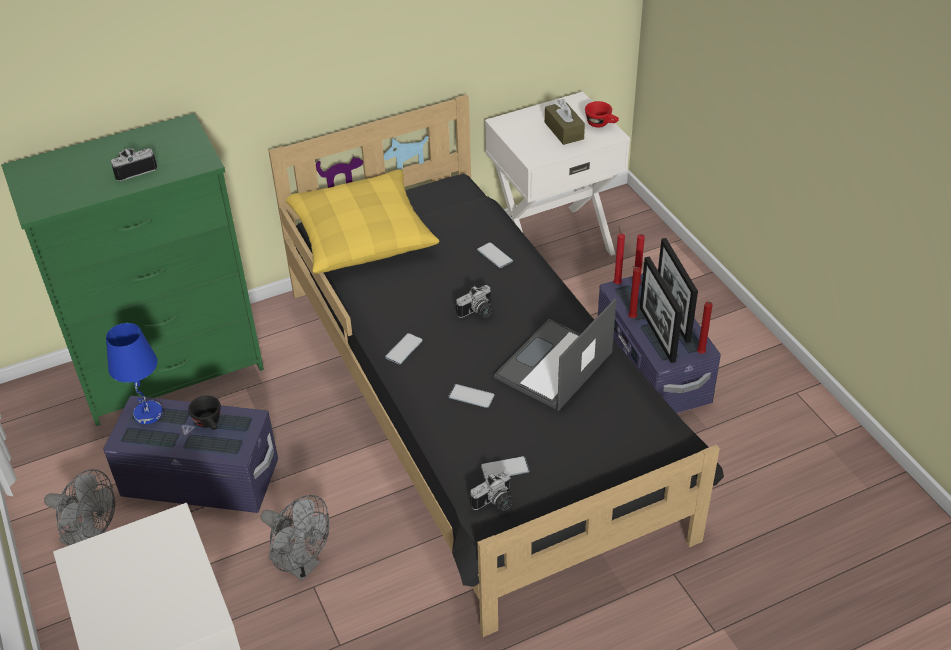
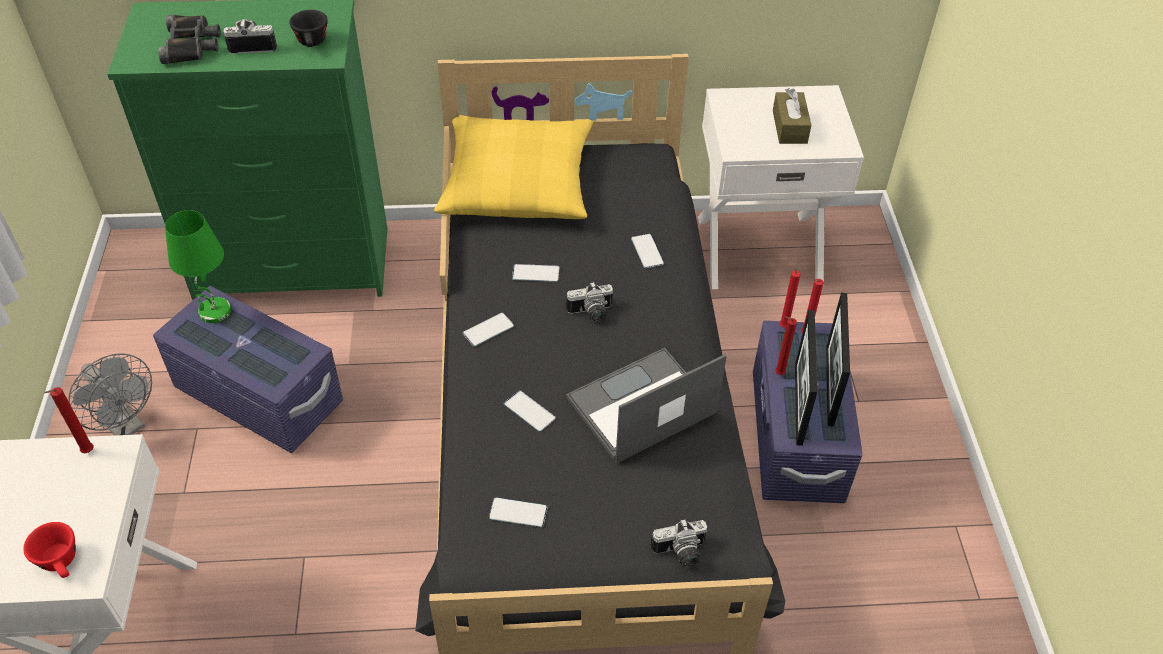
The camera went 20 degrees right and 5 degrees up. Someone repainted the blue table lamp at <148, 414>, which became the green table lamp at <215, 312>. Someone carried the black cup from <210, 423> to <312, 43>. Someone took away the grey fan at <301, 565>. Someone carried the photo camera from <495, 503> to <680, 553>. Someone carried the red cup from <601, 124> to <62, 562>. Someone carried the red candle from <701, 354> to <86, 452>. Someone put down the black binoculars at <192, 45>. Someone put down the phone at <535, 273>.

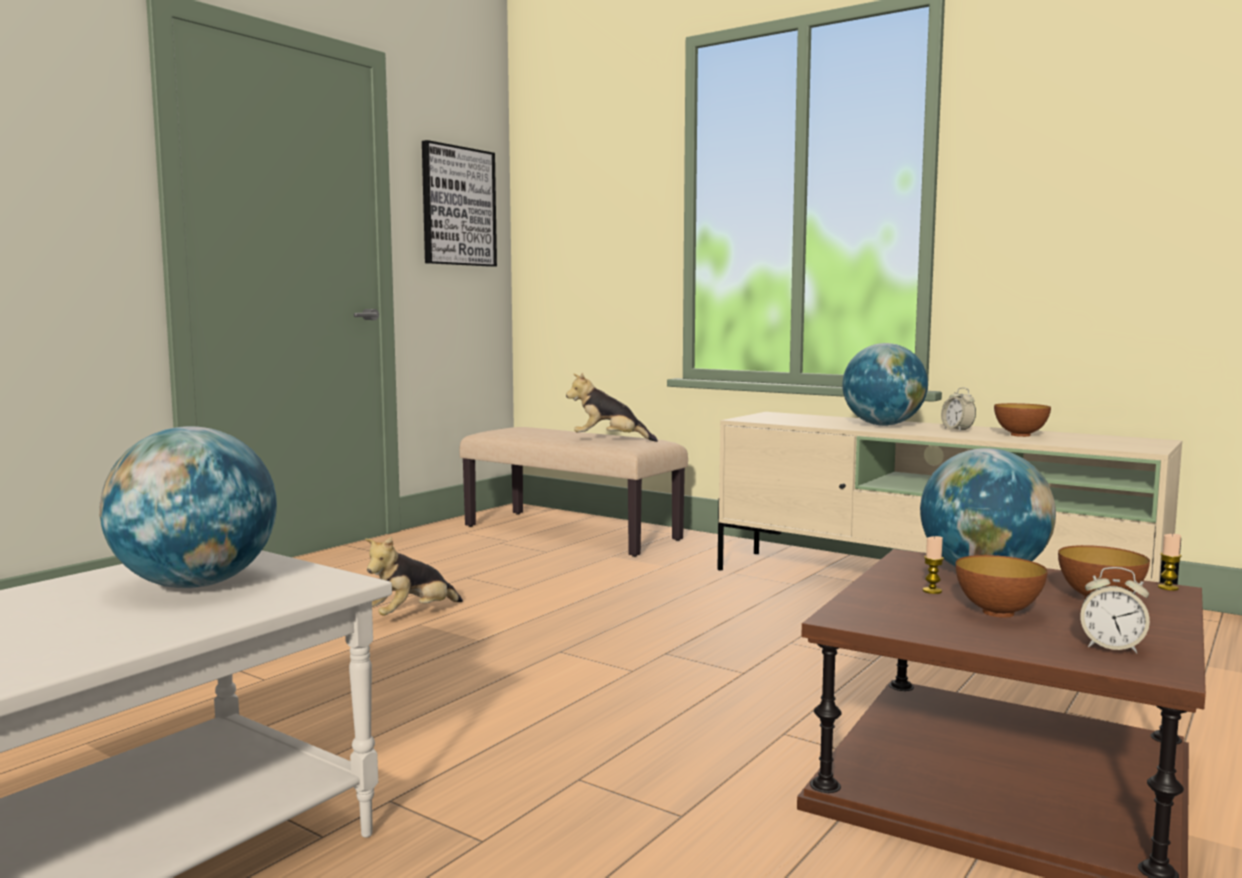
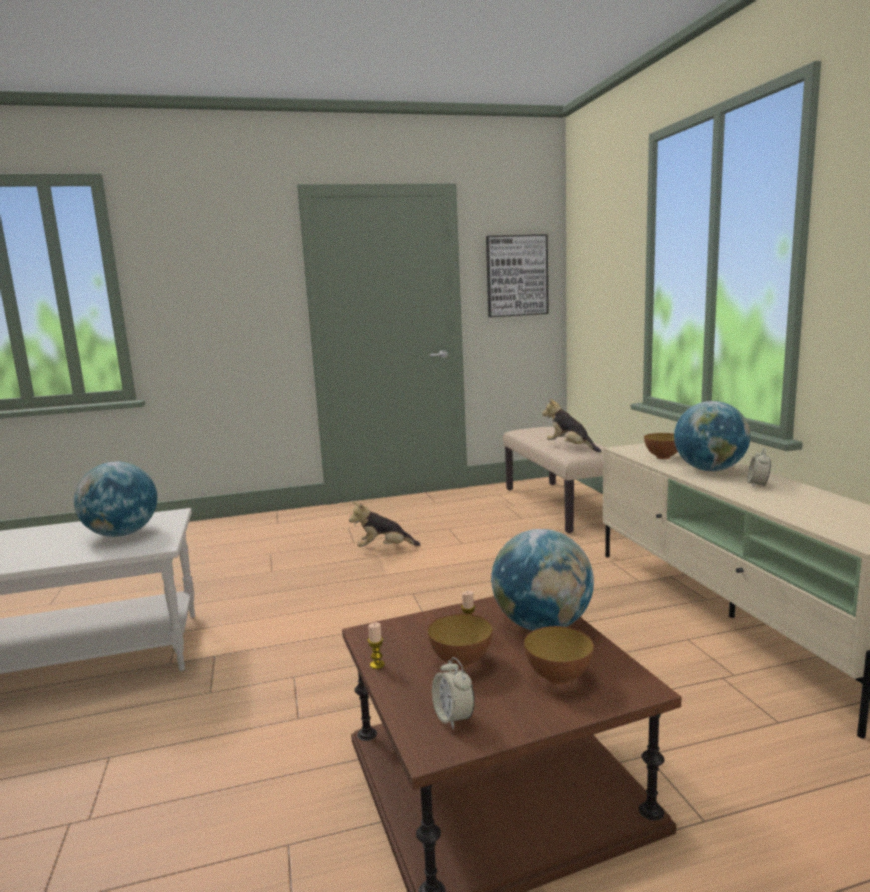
The camera went 40 degrees right and 5 degrees up. Someone carried the bowl from <1020, 435> to <663, 457>. Someone carried the candle from <1168, 587> to <377, 665>.

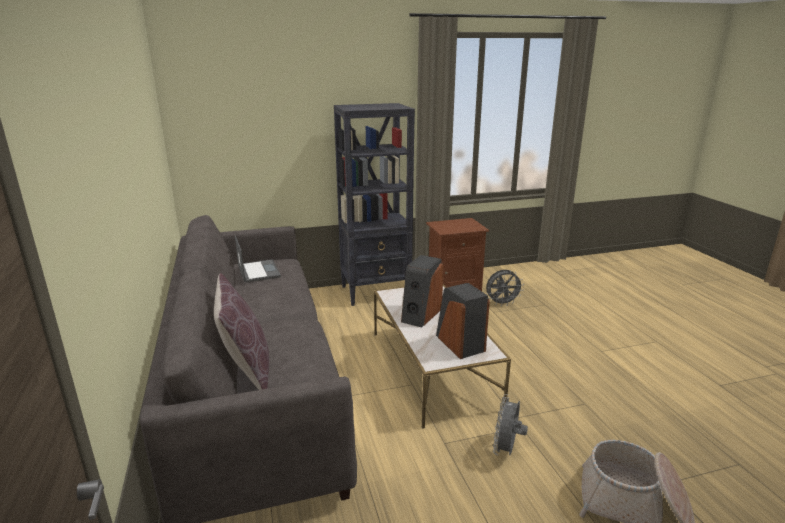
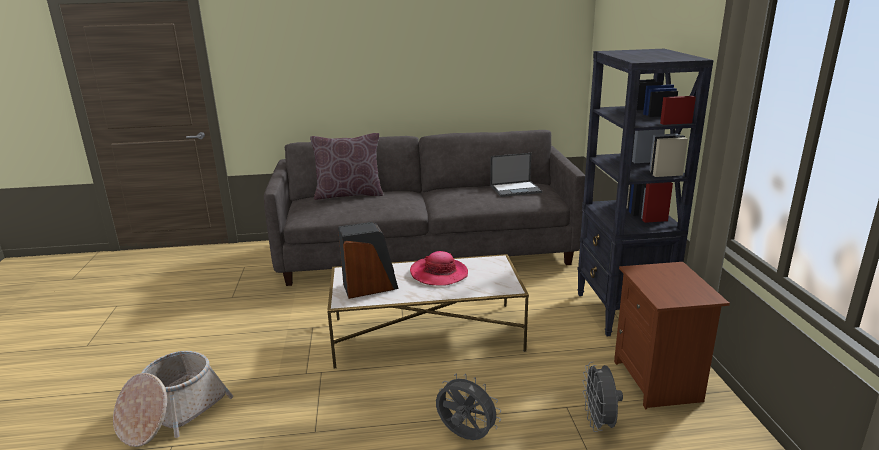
The camera went 100 degrees right and 0 degrees up. Someone swapped the speaker at <421, 315> for the hat at <439, 273>. Someone carried the grey fan from <506, 450> to <465, 437>.

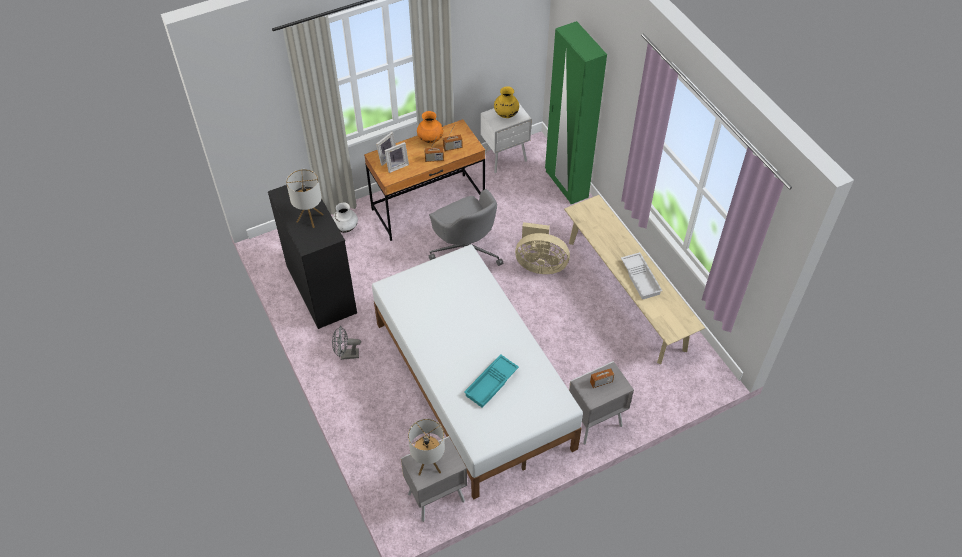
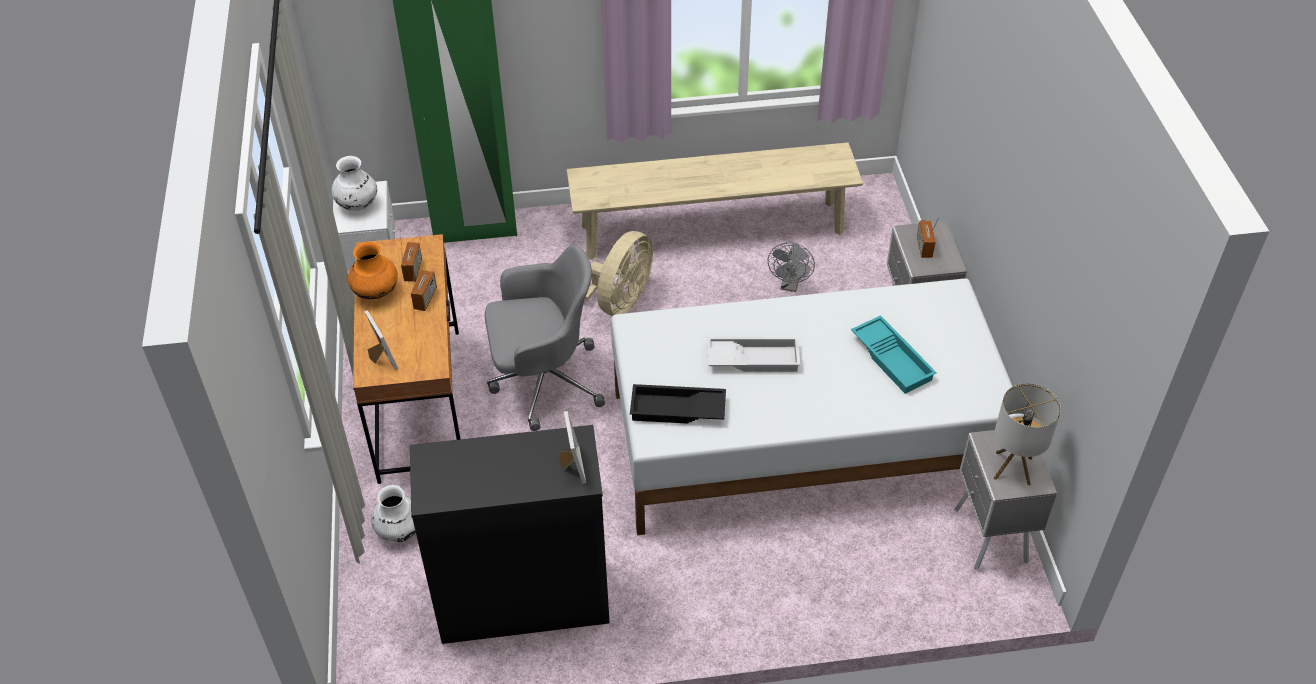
The camera went 70 degrees left and 5 degrees down. Someone took away the table lamp at <310, 218>. Someone carried the grey fan from <346, 355> to <790, 285>. Someone carried the picture frame from <396, 166> to <571, 466>. Someone repainted the yellow vase at <506, 114>, which became the white vase at <357, 205>. Someone carried the white tray from <641, 278> to <753, 358>. Someone put down the black tray at <677, 410>.

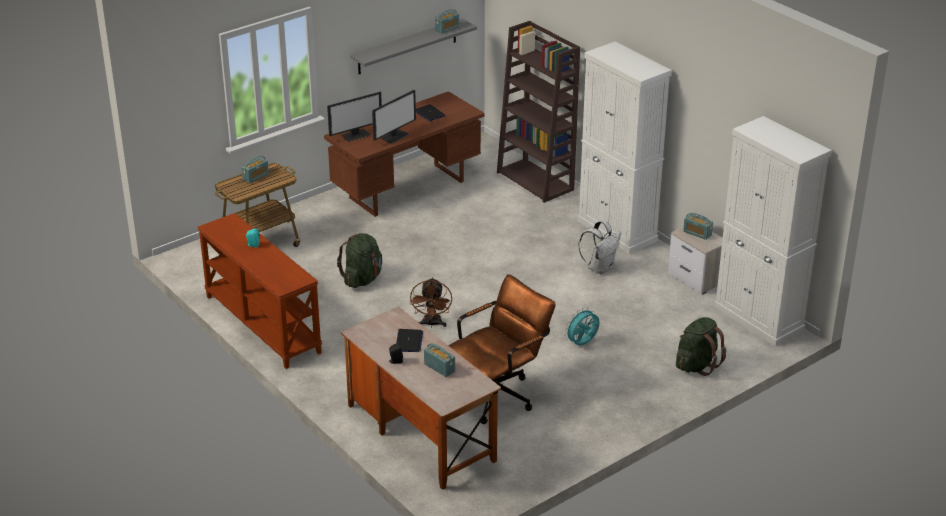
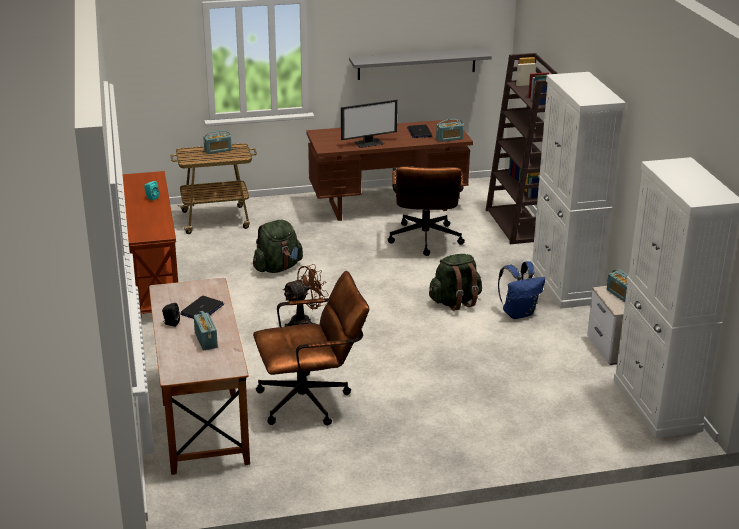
The camera went 25 degrees right and 5 degrees down. Someone took away the monitor at <356, 135>. Someone rotated the brown fan at <431, 324> by 150 degrees counterclockwise. Someone carried the radio from <447, 29> to <449, 138>. Someone took away the turquoise fan at <582, 344>. Someone repainted the white backpack at <600, 267>, which became the blue backpack at <518, 313>. Someone carried the green backpack from <697, 365> to <455, 302>. Someone put down the brown office chair at <425, 242>.

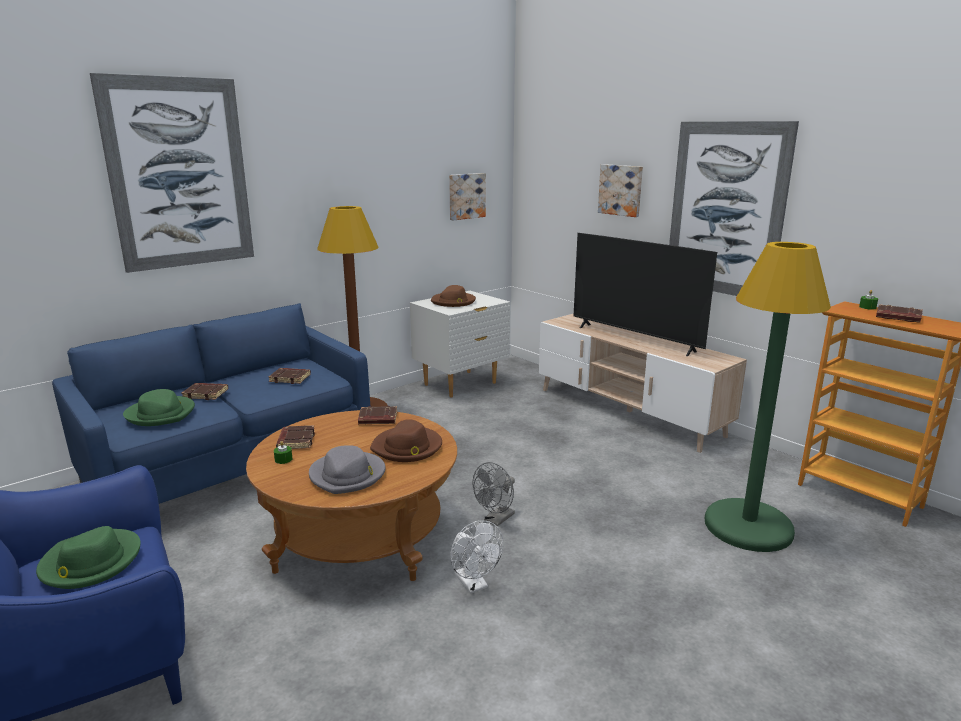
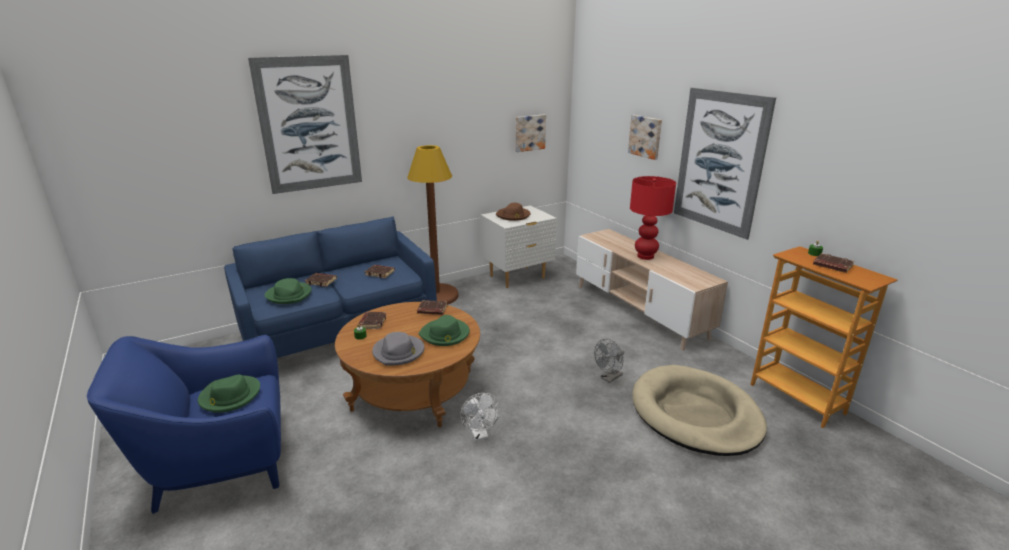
The camera went 10 degrees right and 5 degrees up. Someone repainted the brown hat at <407, 447>, which became the green hat at <445, 334>. Someone carried the grey fan from <496, 520> to <609, 378>. Someone swapped the television at <634, 339> for the red table lamp at <645, 256>. Someone swapped the green floor lamp at <748, 526> for the beige dog bed at <695, 414>.

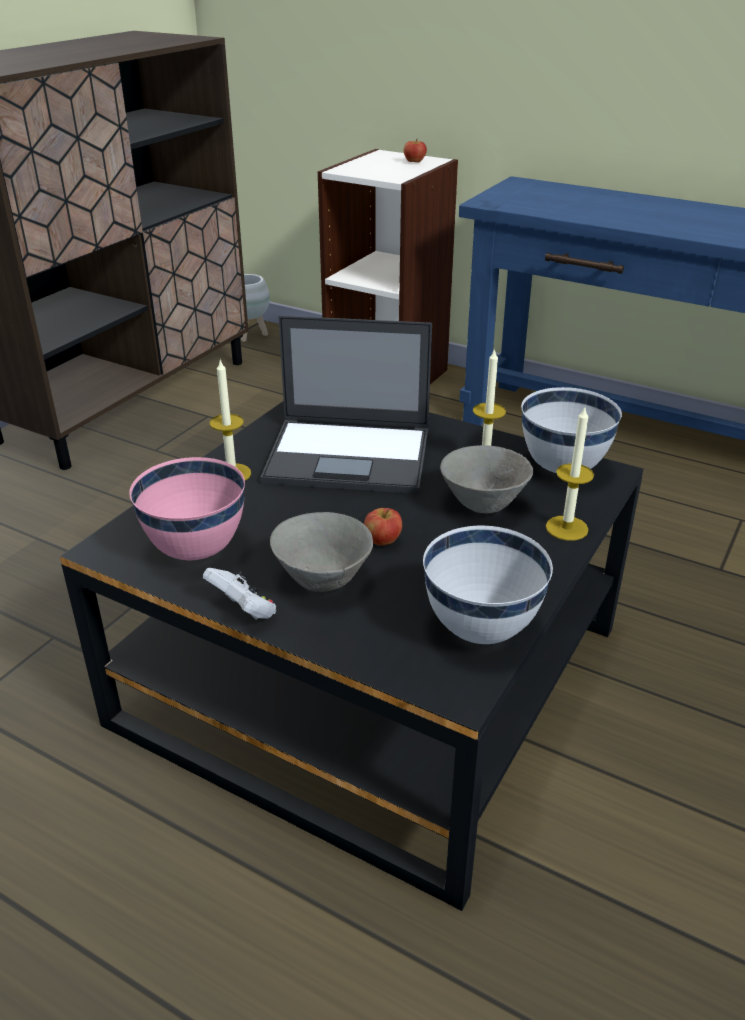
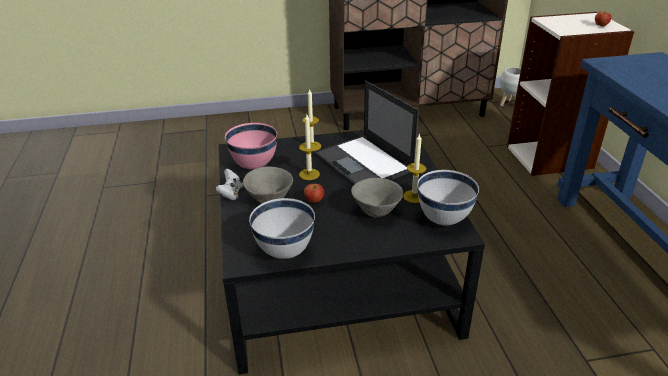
The camera went 50 degrees right and 0 degrees up. Someone carried the candle from <566, 528> to <309, 174>.

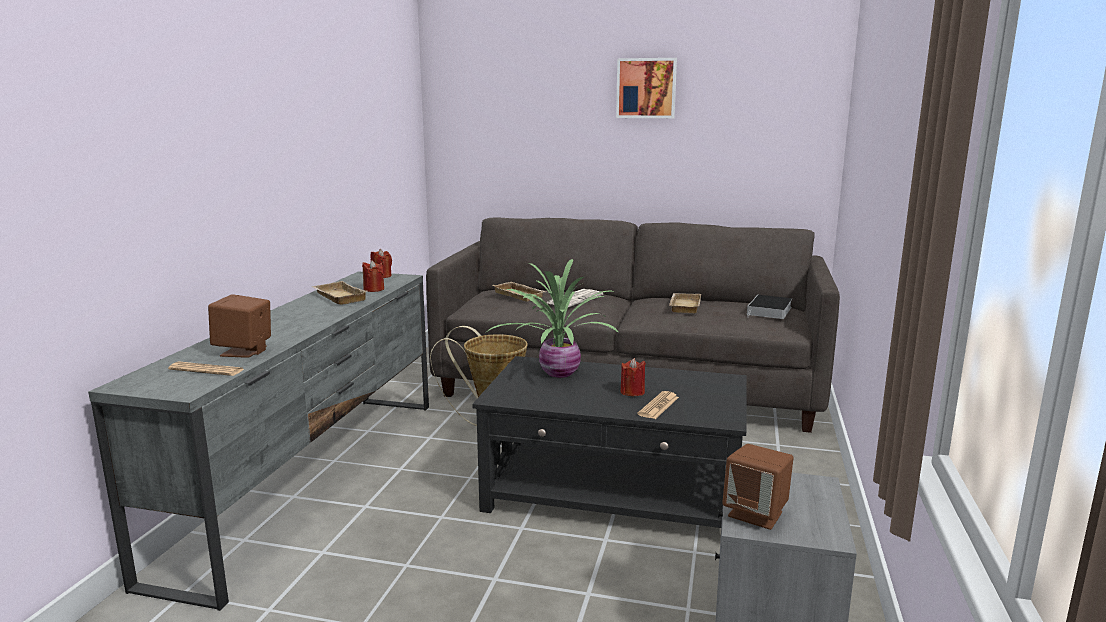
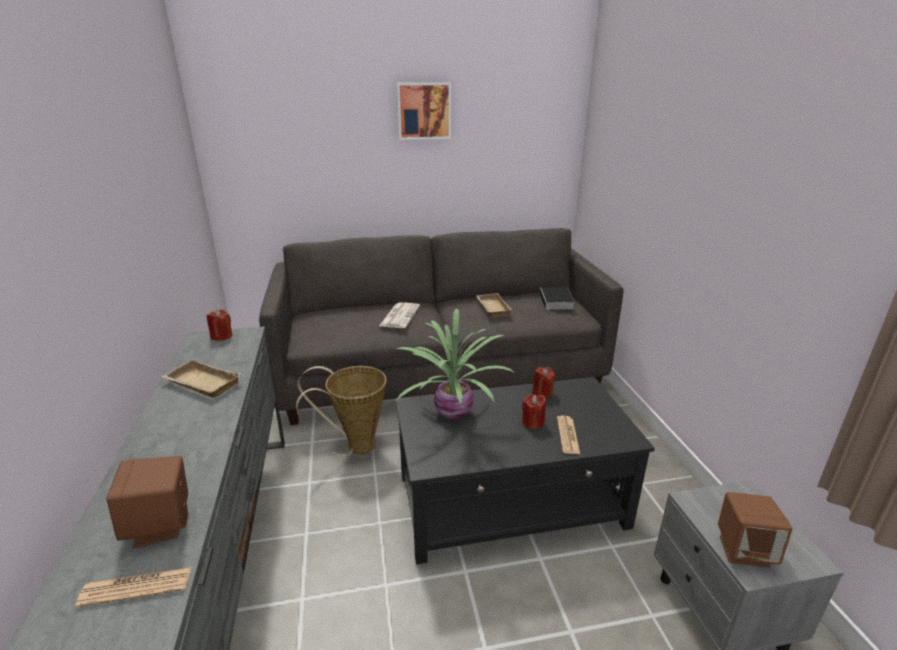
The camera went 25 degrees left and 10 degrees up. Someone carried the red candle from <374, 289> to <542, 392>. Someone took away the beige tray at <520, 295>.

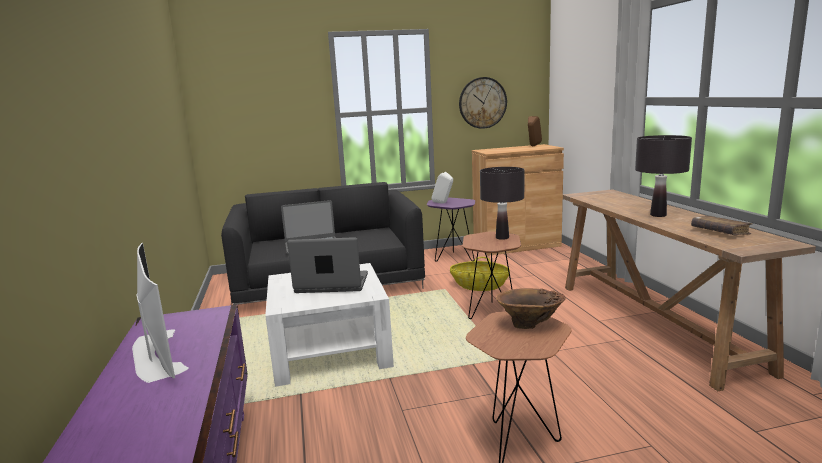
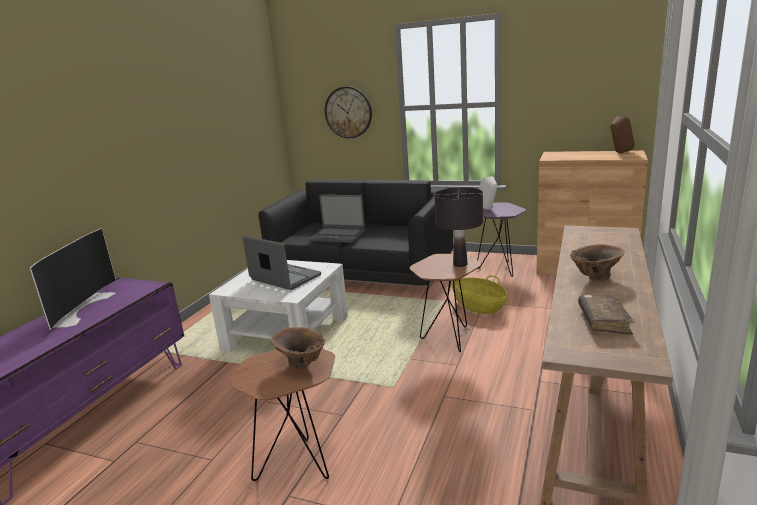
The camera went 35 degrees right and 5 degrees up. Someone carried the wall clock from <482, 103> to <348, 112>. Someone swapped the black table lamp at <658, 215> for the brown vase at <594, 278>.

